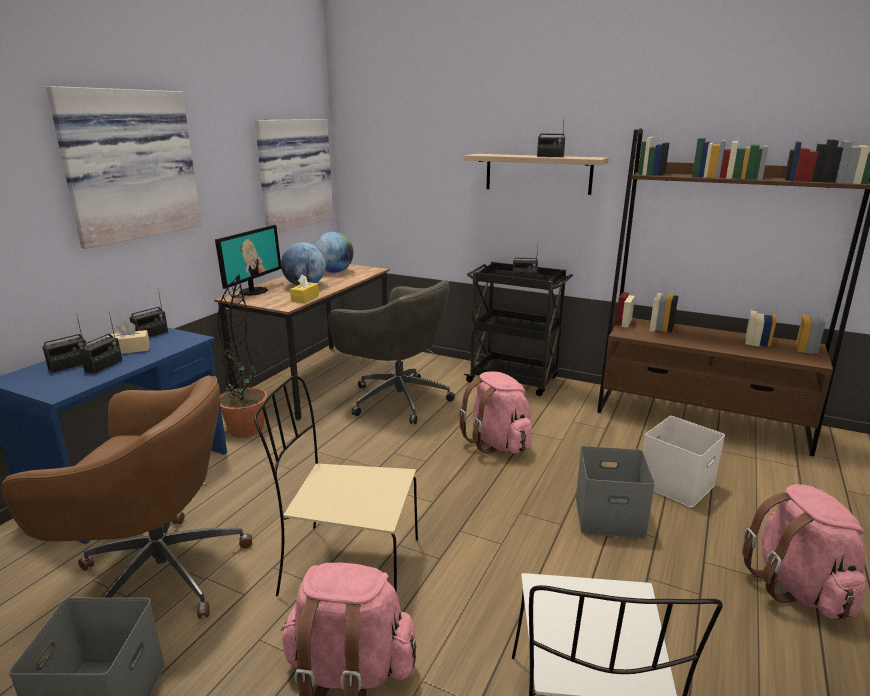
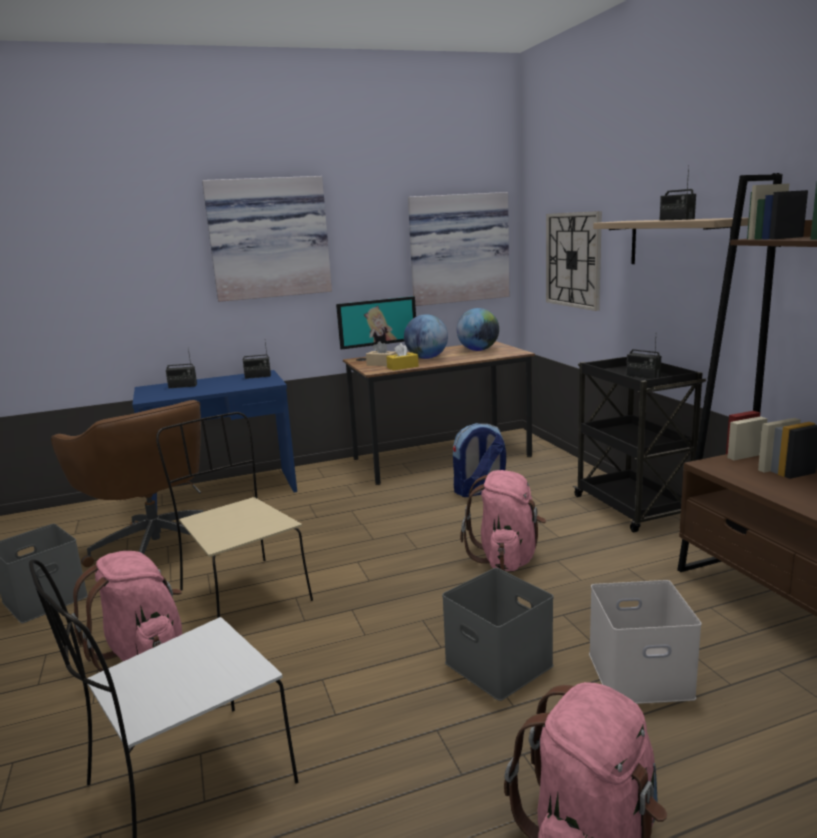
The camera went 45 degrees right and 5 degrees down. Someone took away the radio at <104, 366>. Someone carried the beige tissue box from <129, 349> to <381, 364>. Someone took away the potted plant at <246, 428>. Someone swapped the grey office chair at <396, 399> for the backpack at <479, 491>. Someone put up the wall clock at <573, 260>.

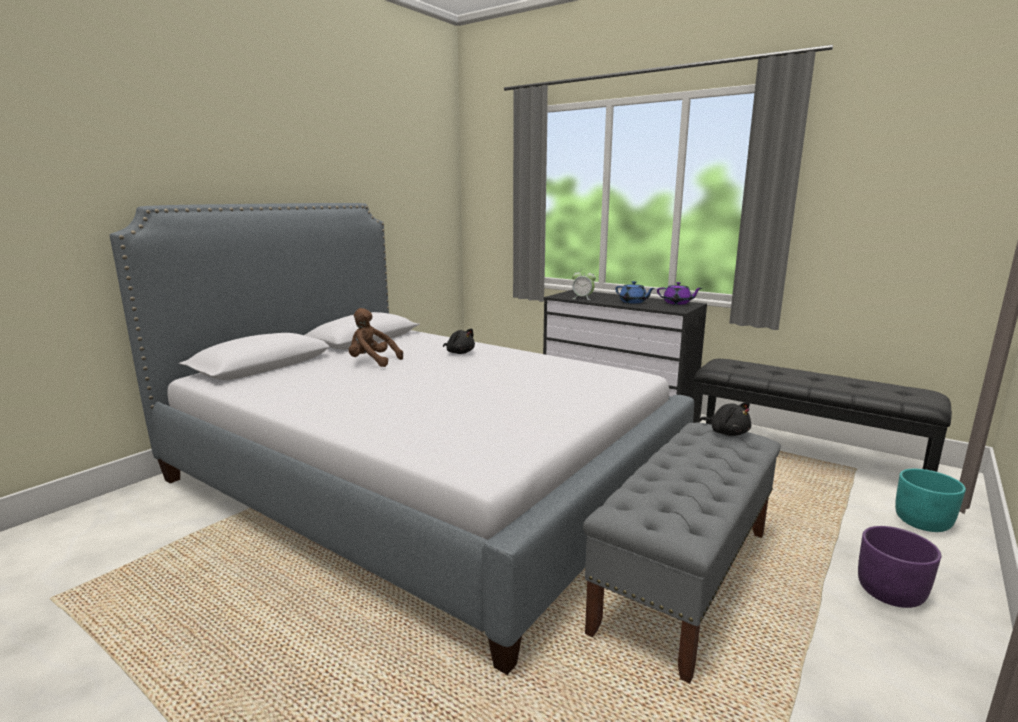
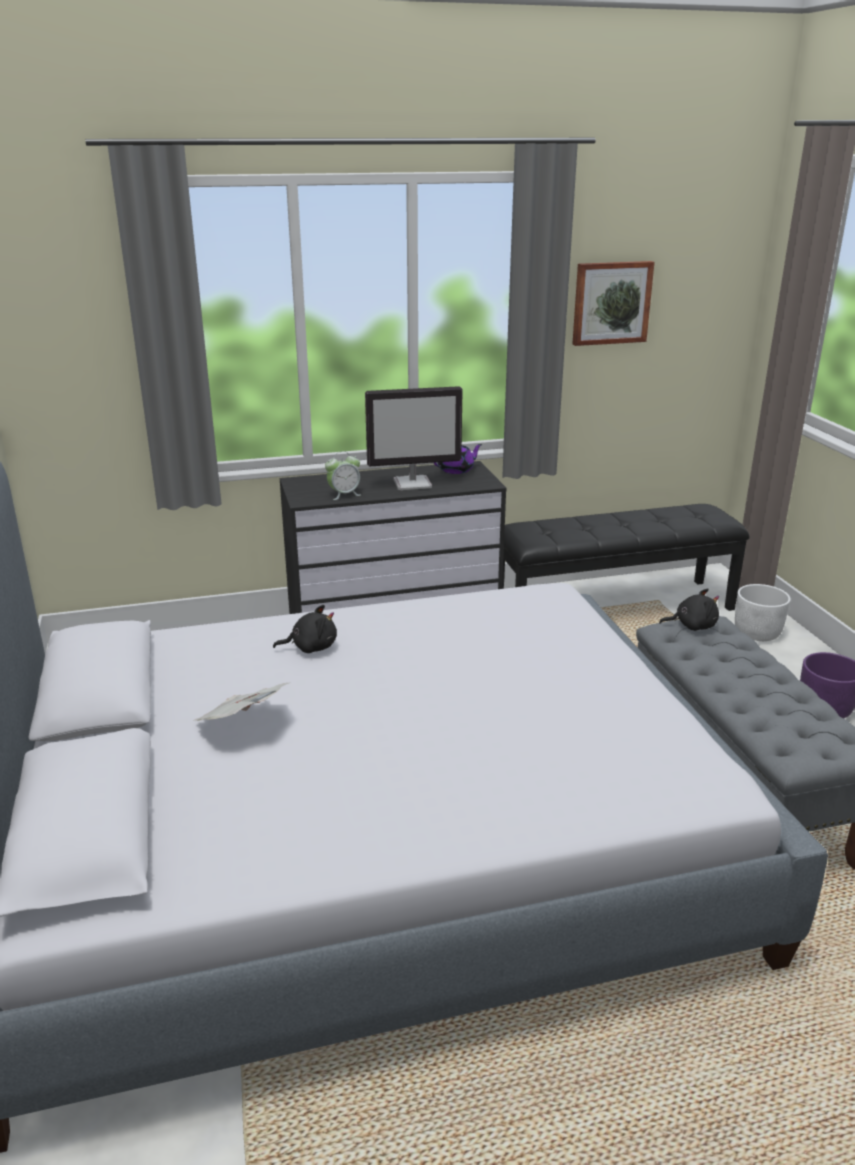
The camera went 50 degrees left and 10 degrees up. Someone swapped the brown plush toy at <372, 362> for the newspaper at <244, 723>. Someone swapped the blue teapot at <633, 302> for the monitor at <413, 483>. Someone repainted the turquoise planter at <921, 522>, which became the white planter at <756, 633>. Someone put up the picture at <611, 303>.

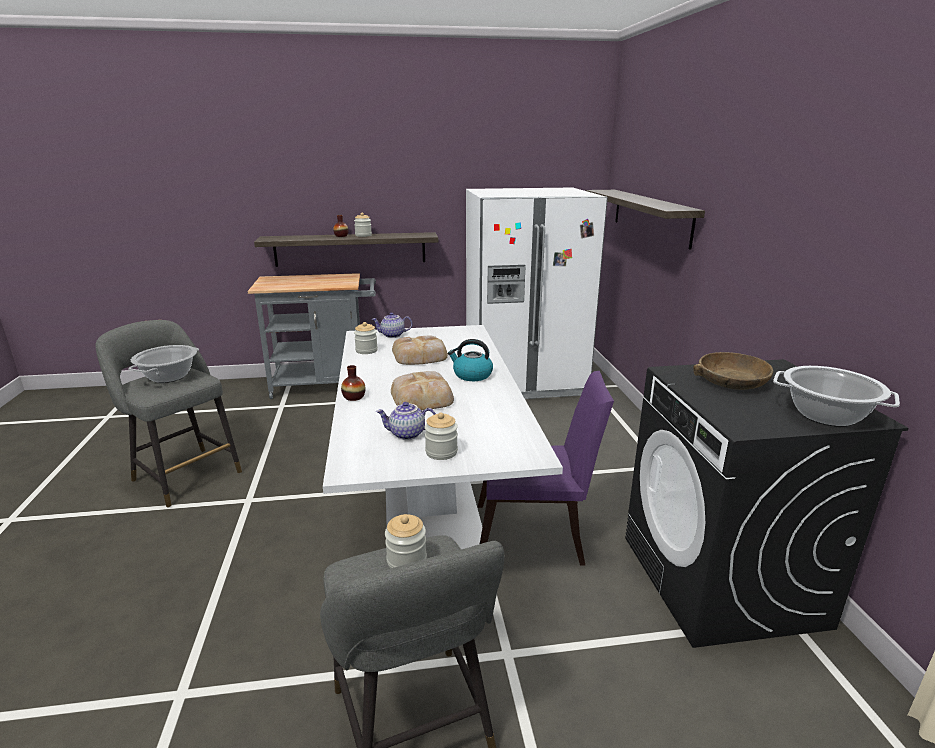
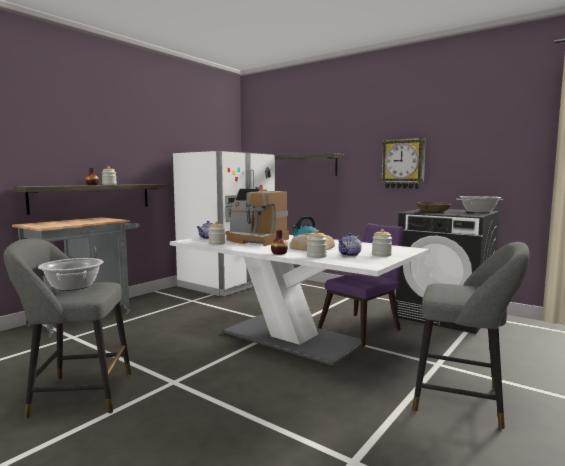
The camera went 45 degrees left and 15 degrees down. Someone carried the jar from <406, 561> to <316, 256>. Someone swapped the bread at <420, 356> for the coffee machine at <255, 240>. Someone put up the wall clock at <403, 163>.

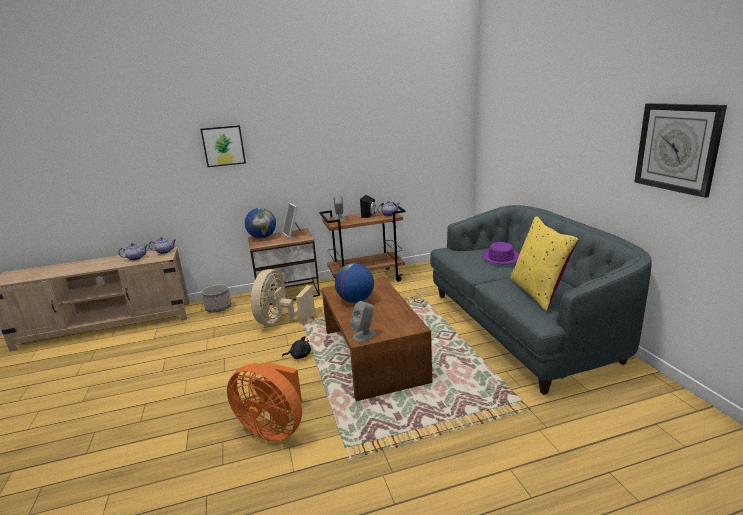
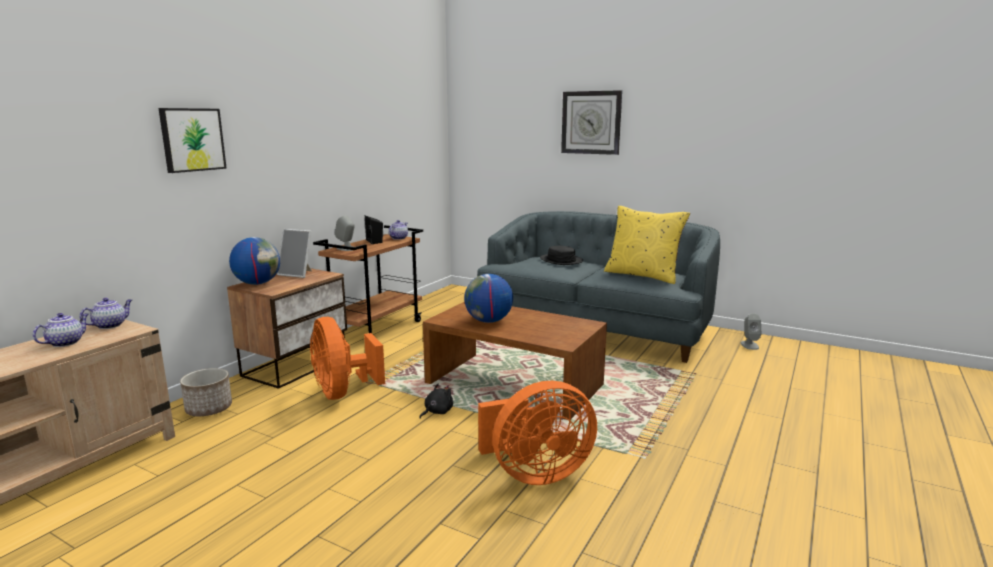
The camera went 45 degrees left and 5 degrees down. Someone repainted the beige fan at <280, 321>, which became the orange fan at <342, 392>. Someone carried the grey speaker from <364, 335> to <749, 345>. Someone repainted the purple hat at <500, 257>, which became the black hat at <561, 260>. Someone carried the wall clock from <677, 147> to <591, 122>.

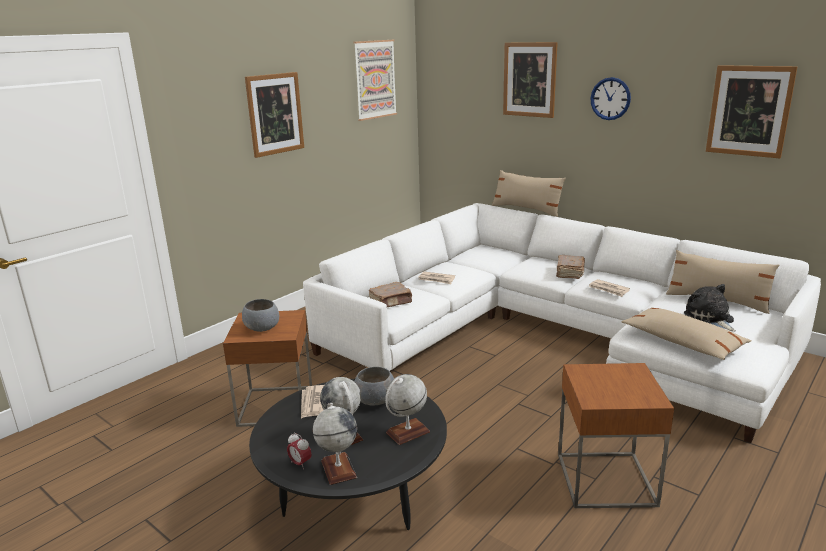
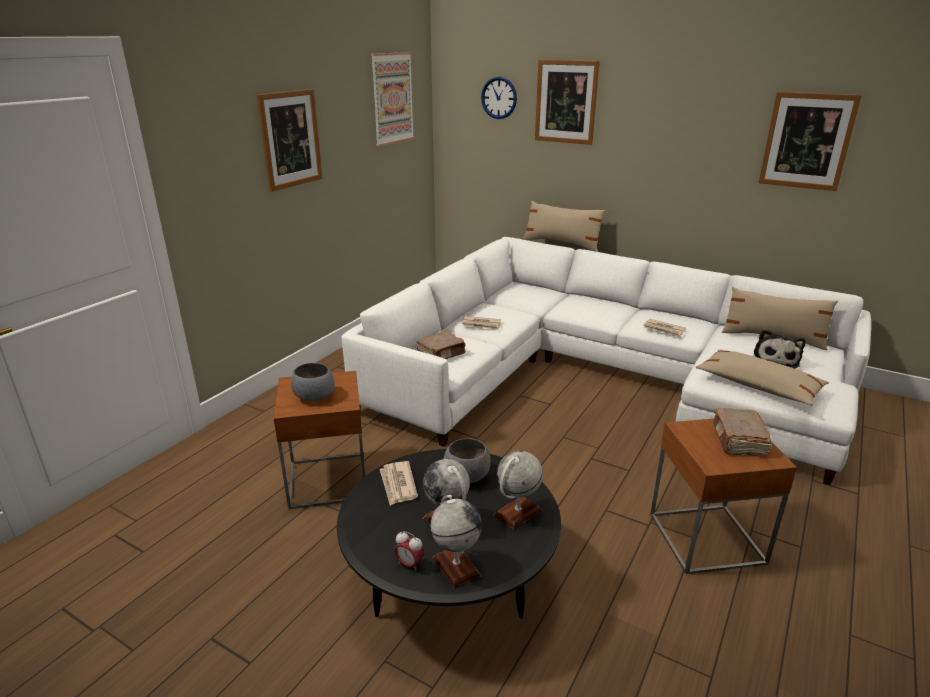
The camera went 10 degrees left and 5 degrees up. Someone carried the brown book from <569, 273> to <738, 441>. Someone carried the wall clock from <610, 98> to <499, 98>. Someone rotated the plush toy at <710, 319> by 135 degrees counterclockwise.

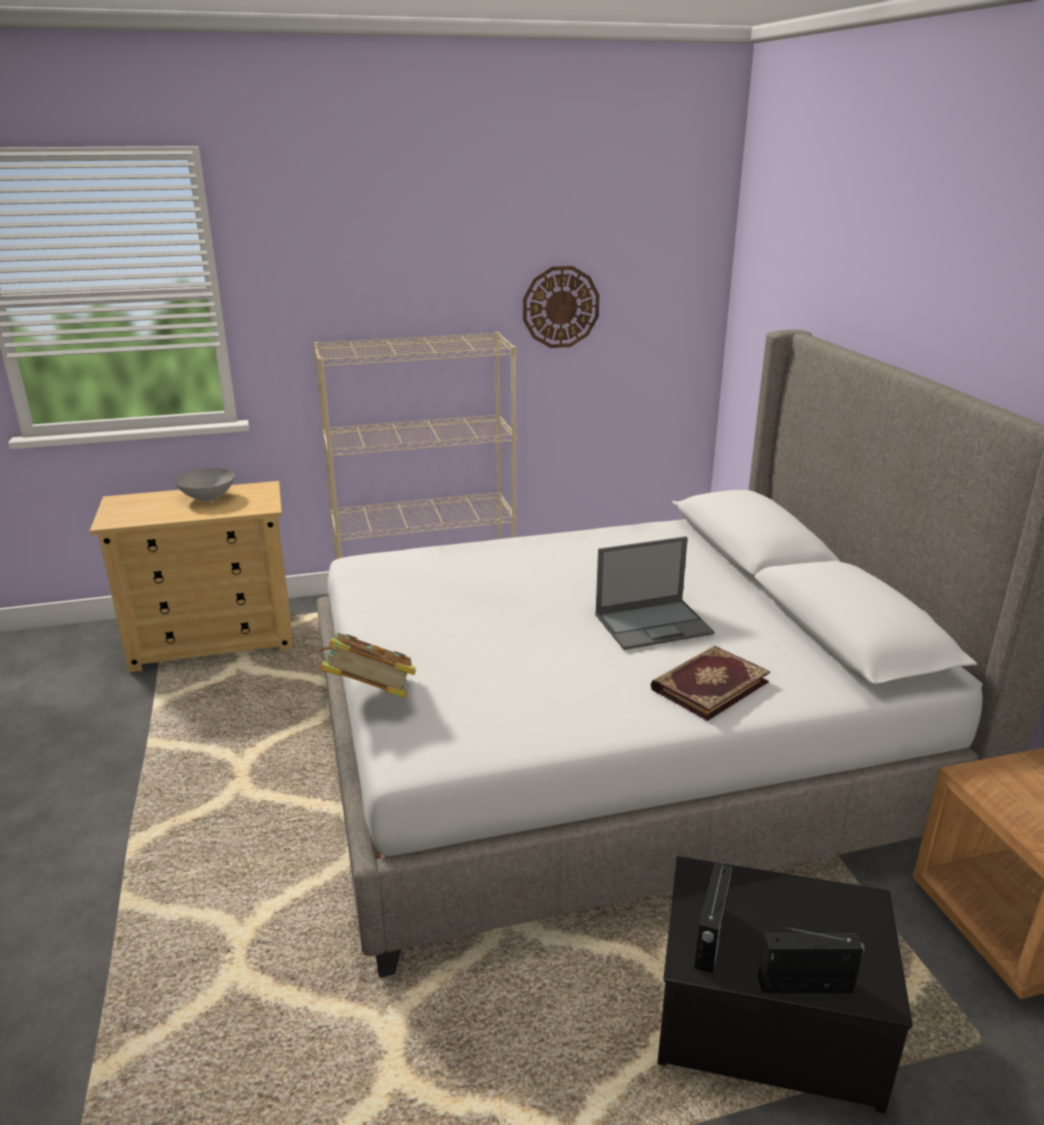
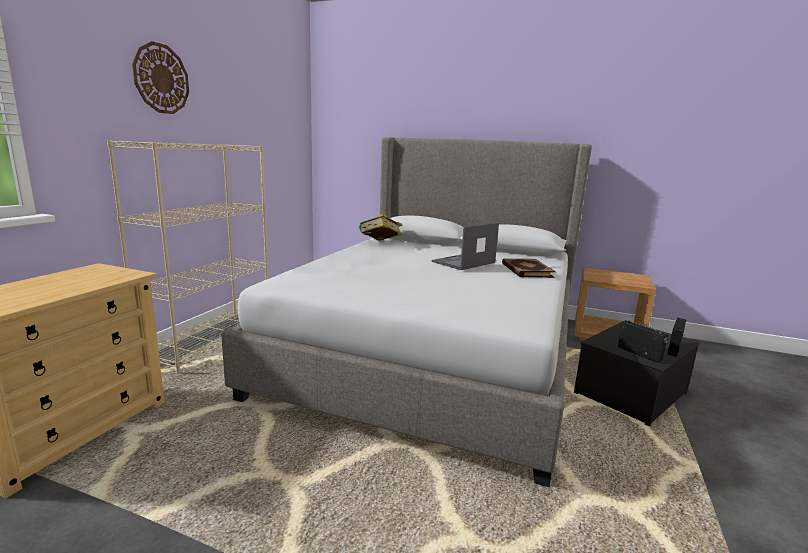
The camera went 55 degrees left and 10 degrees down. Someone took away the grey bowl at <209, 498>. Someone carried the book from <370, 695> to <380, 243>. Someone carried the wall clock from <560, 307> to <161, 79>. Someone rotated the laptop at <654, 624> by 150 degrees counterclockwise.

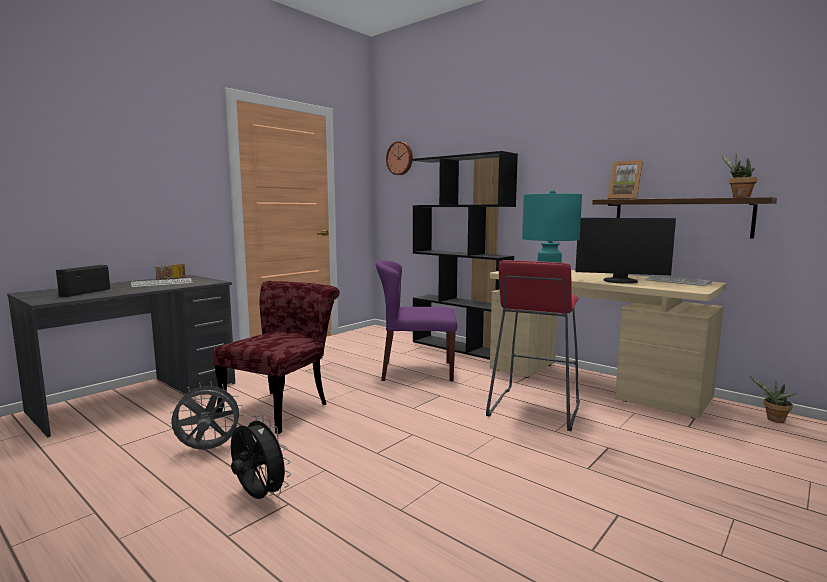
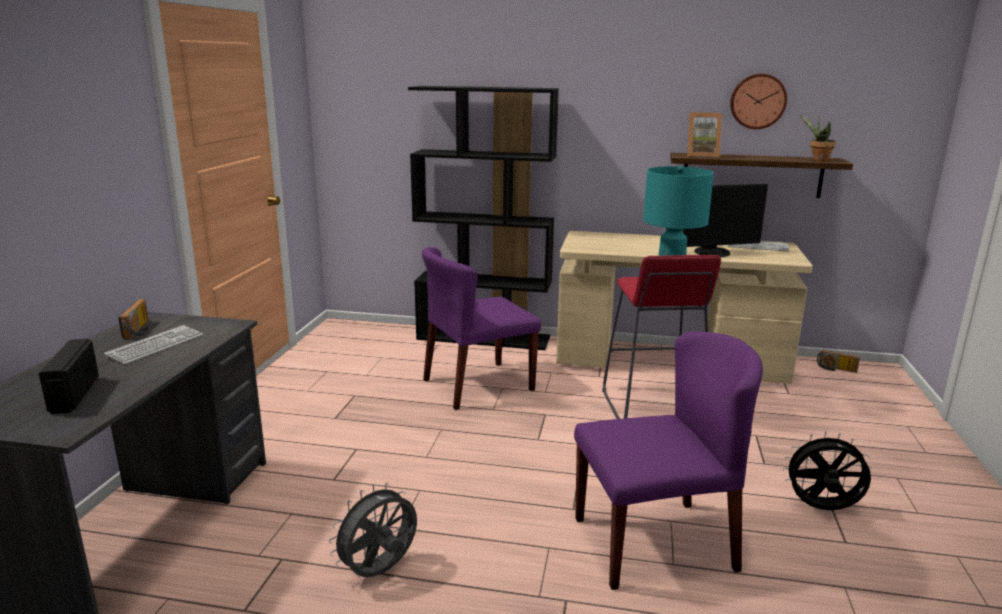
The camera went 30 degrees left and 10 degrees up. Someone took away the red chair at <281, 407>. Someone carried the black fan from <258, 497> to <821, 509>. Someone carried the wall clock from <400, 158> to <757, 101>. Someone swapped the potted plant at <773, 420> for the radio at <836, 369>. Someone put down the purple chair at <655, 543>.

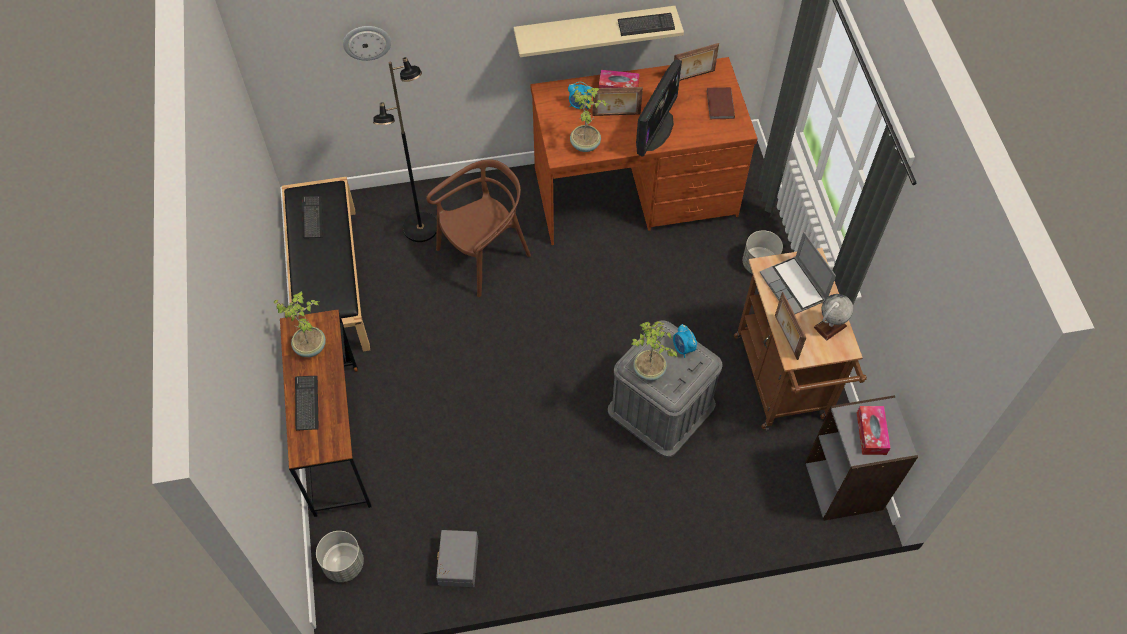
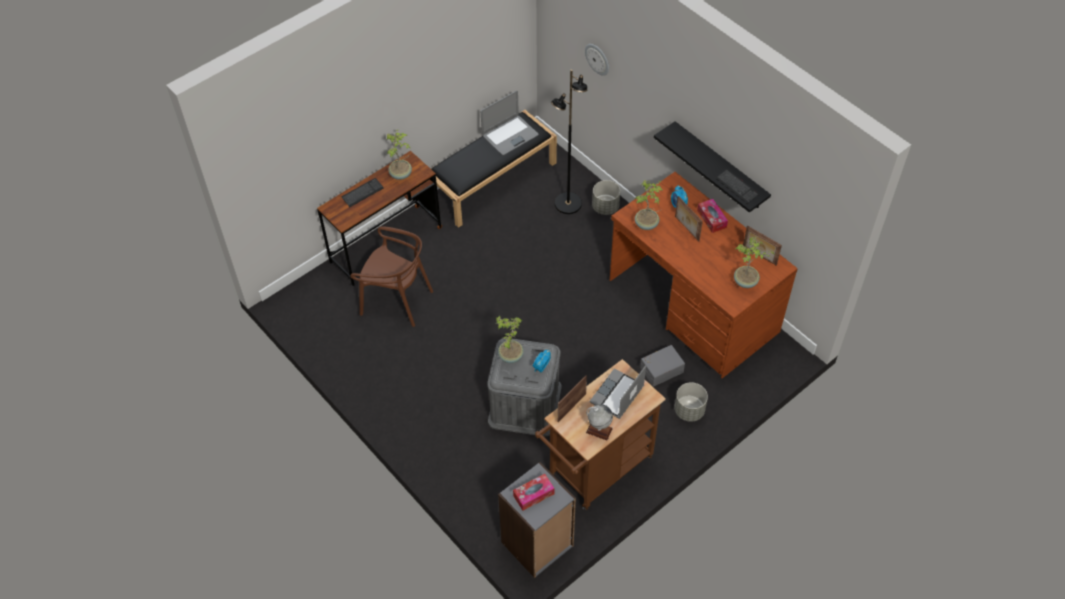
The camera went 60 degrees right and 5 degrees down. Someone swapped the keyboard at <312, 218> for the laptop at <509, 135>. Someone carried the grey planter from <343, 564> to <605, 207>. Someone carried the brown chair from <484, 256> to <396, 300>. Someone carried the grey storage box from <457, 562> to <661, 369>. Someone repainted the beige shelf at <594, 29>, which became the black shelf at <720, 166>. Someone took away the monitor at <655, 130>. Someone swapped the brown book at <719, 105> for the potted plant at <745, 282>.

